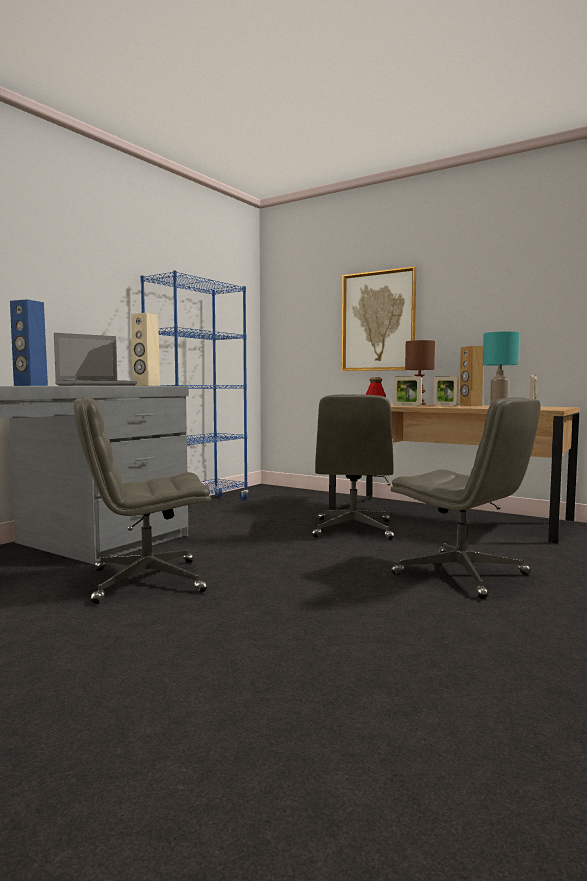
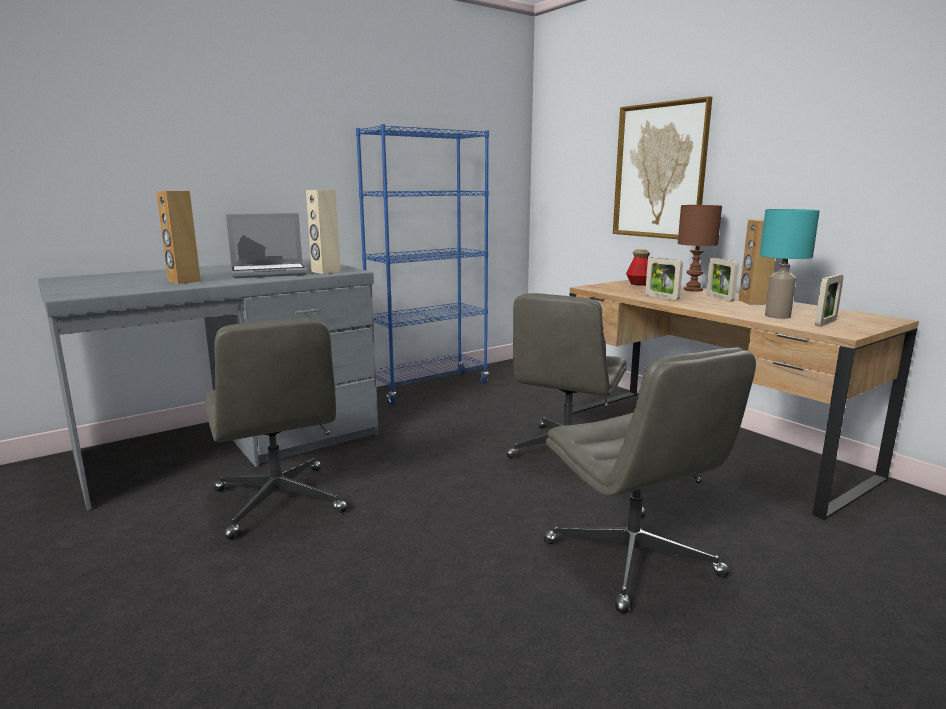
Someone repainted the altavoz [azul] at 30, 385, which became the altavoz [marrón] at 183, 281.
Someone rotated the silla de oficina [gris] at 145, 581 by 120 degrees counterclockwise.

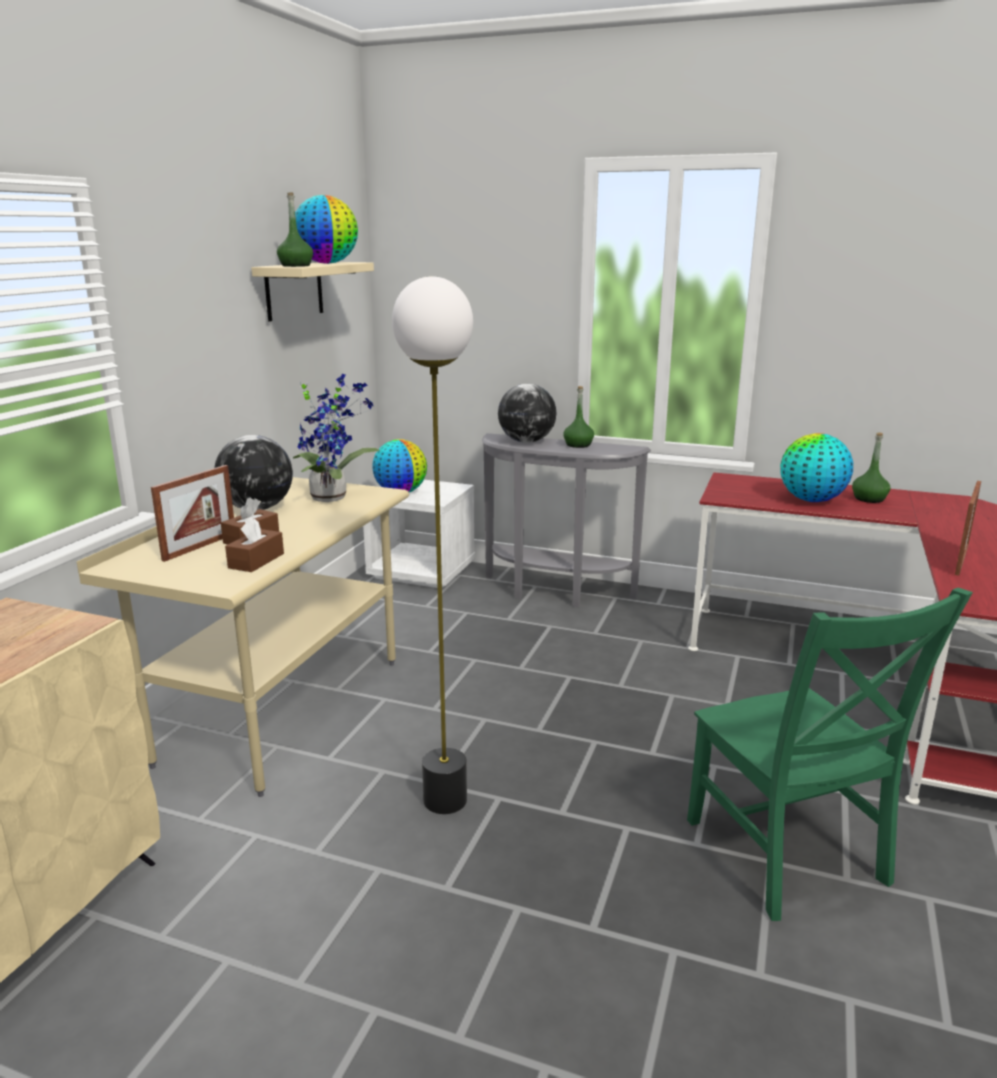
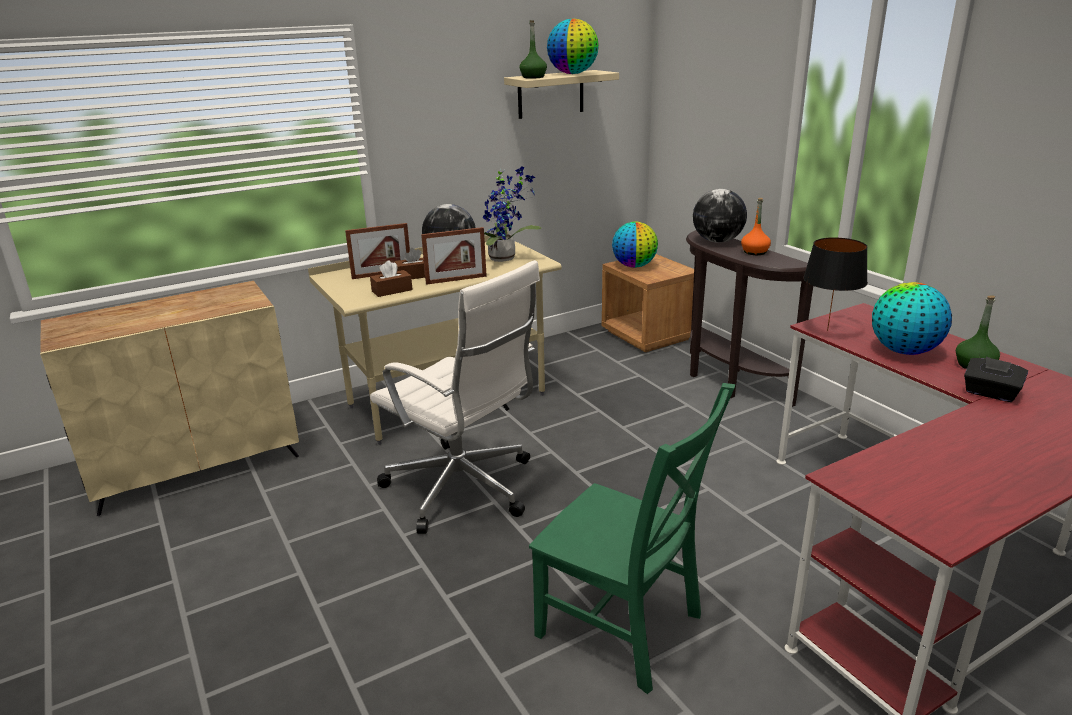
Someone put down the lámpara de mesa [negro] at 826, 330.
Someone put down the caja de pañuelos [negro] at 990, 393.
Someone carried the portarretratos from 961, 560 to 456, 280.
Someone swapped the lámpara de pie at 445, 800 for the silla de oficina [blanco] at 463, 489.
Someone repainted the mesita de noche [blanco] at 422, 571, which became the mesita de noche [marrón] at 648, 335.
Someone repainted the mesa consola [gris] at 554, 593, which became the mesa consola [marrón] at 726, 381.
Someone repainted the botella [verde] at 578, 445, which became the botella [naranja] at 755, 252.
Someone rotated the silla [verde] at 789, 857 by 75 degrees counterclockwise.

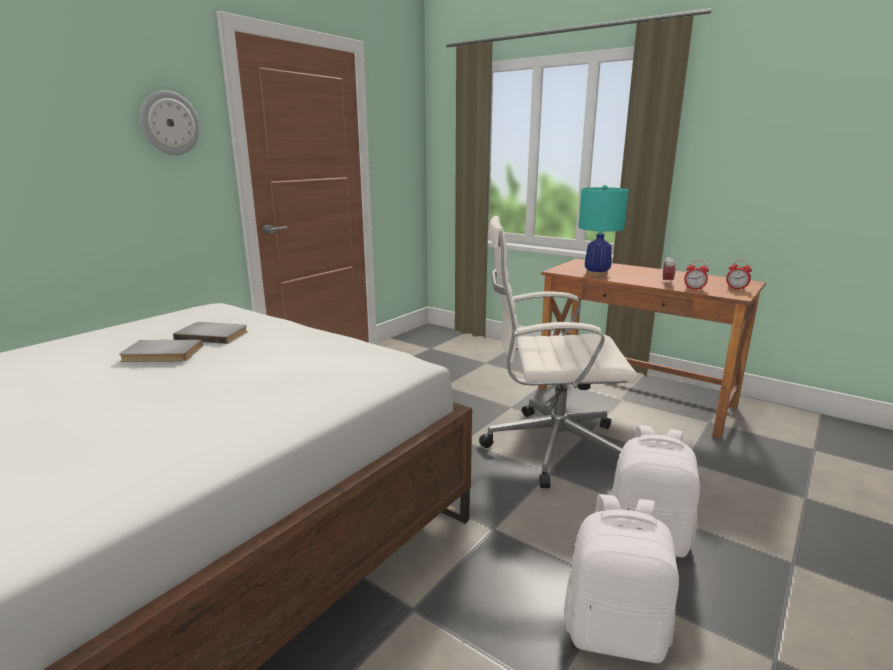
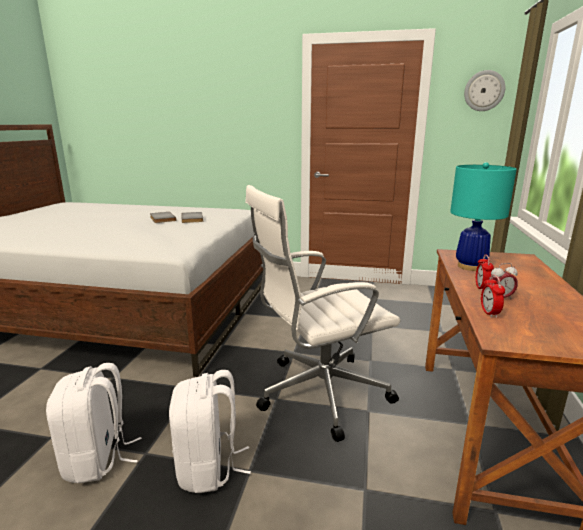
Someone carried the reloj de pared from 169, 123 to 484, 91.
Someone carried the despertador from 736, 288 to 481, 288.
Someone rotated the silla de oficina [blanco] at 550, 446 by 90 degrees counterclockwise.

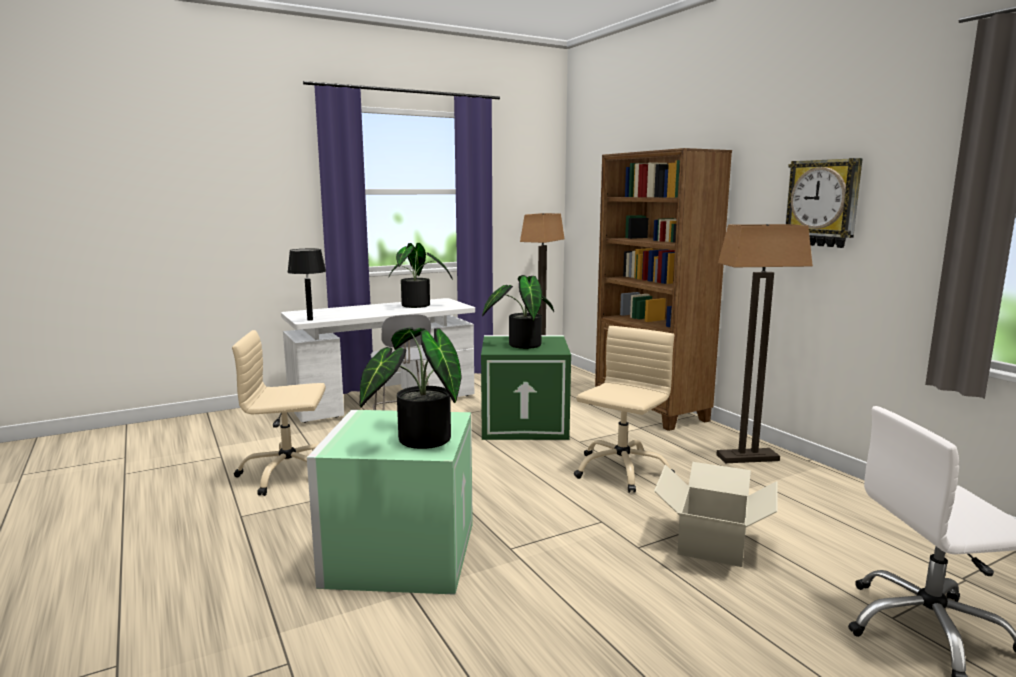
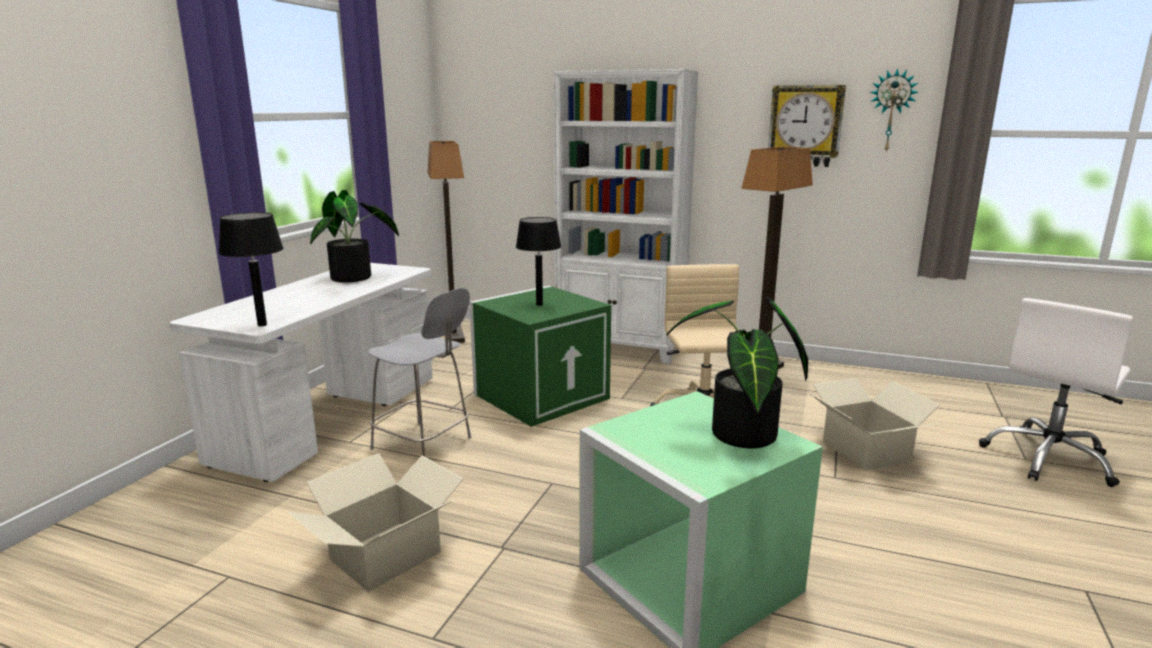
Someone put up the reloj de pared at 891, 111.
Someone swapped the silla de oficina [beis] at 288, 473 for the caja de cartón at 384, 555.
Someone swapped the planta en maceta at 521, 345 for the lámpara de mesa [negro] at 539, 304.
Someone repainted the estantería [marrón] at 650, 410, which became the estantería [blanco] at 621, 348.

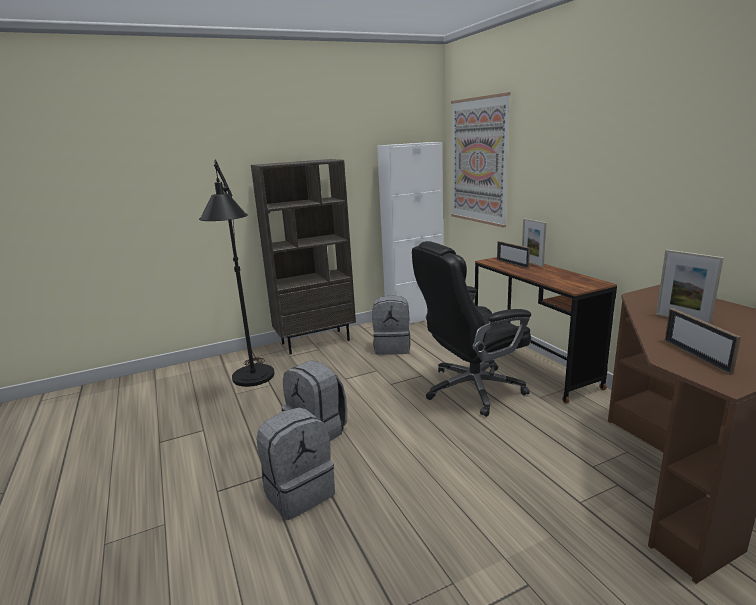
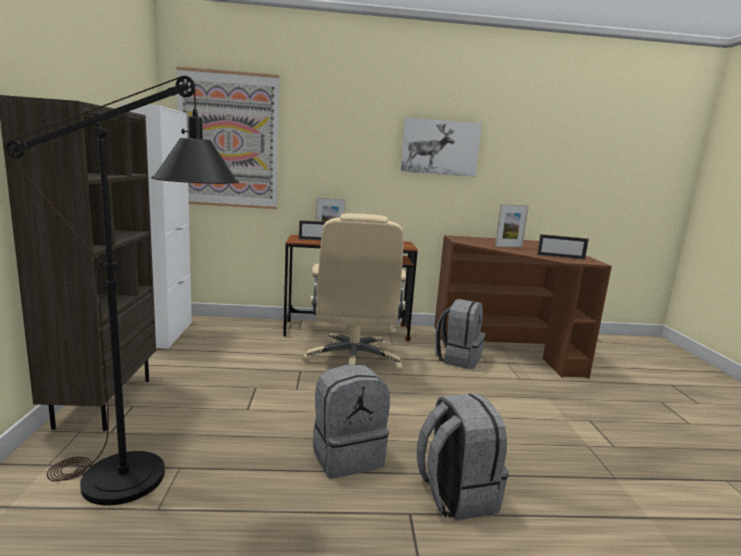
Someone put up the cuadro at 440, 147.
Someone carried the mochila [gris] from 392, 347 to 458, 358.
Someone repainted the silla de oficina [negro] at 471, 389, which became the silla de oficina [beis] at 353, 360.

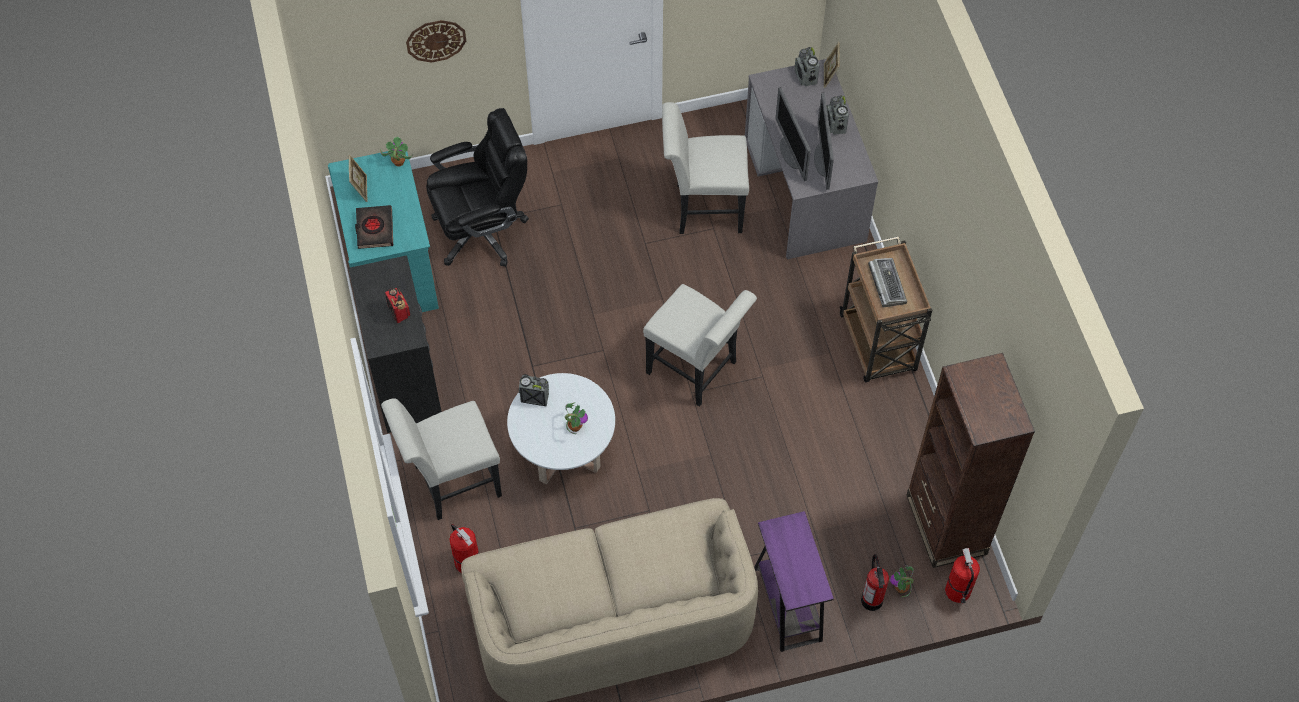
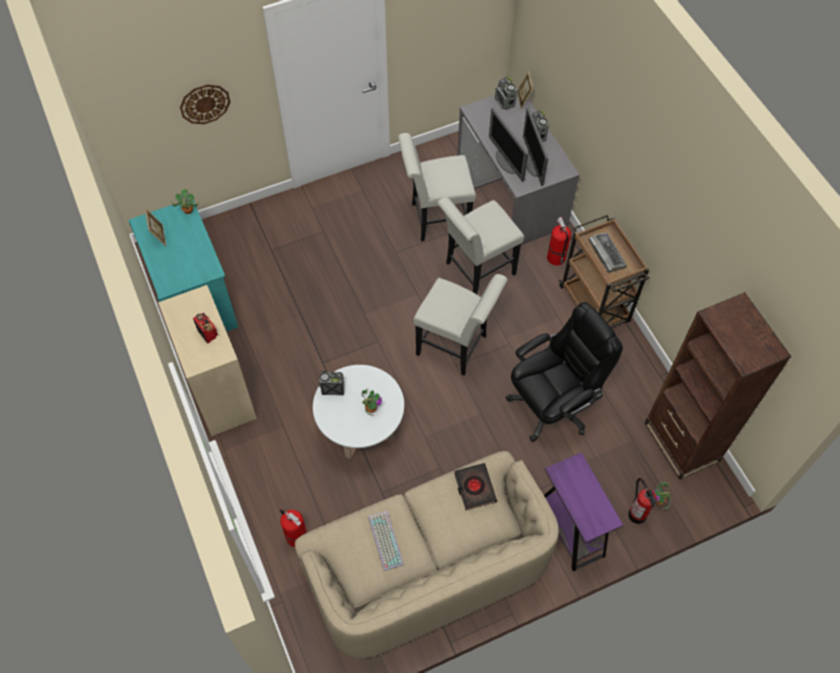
Someone put down the teclado at 384, 540.
Someone carried the libro [negro] from 374, 229 to 474, 488.
Someone carried the silla [blanco] from 451, 483 to 476, 270.
Someone carried the silla de oficina [negro] from 482, 230 to 552, 404.
Someone carried the extintor from 958, 592 to 556, 258.
Someone repainted the cómoda [negro] at 406, 383, which became the cómoda [beis] at 221, 392.

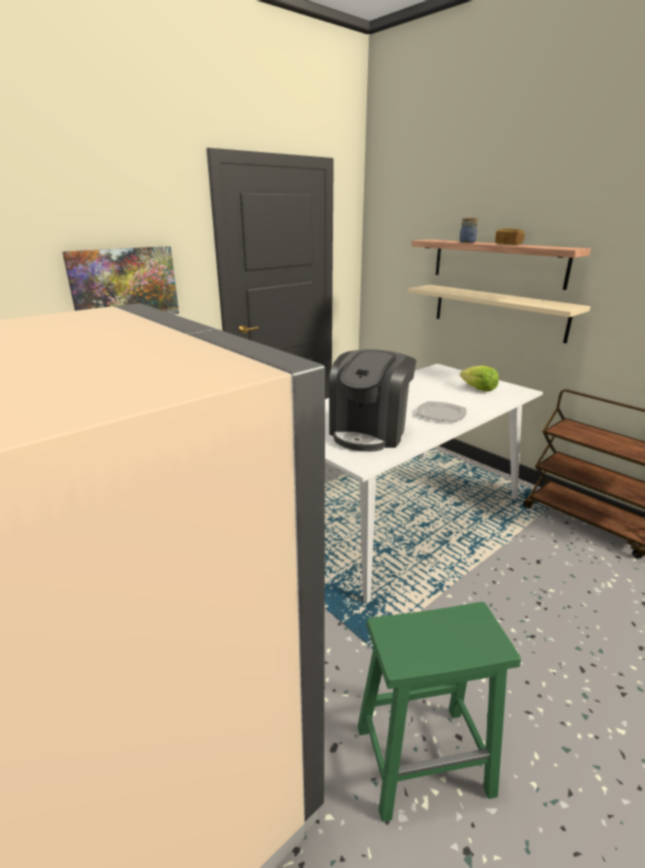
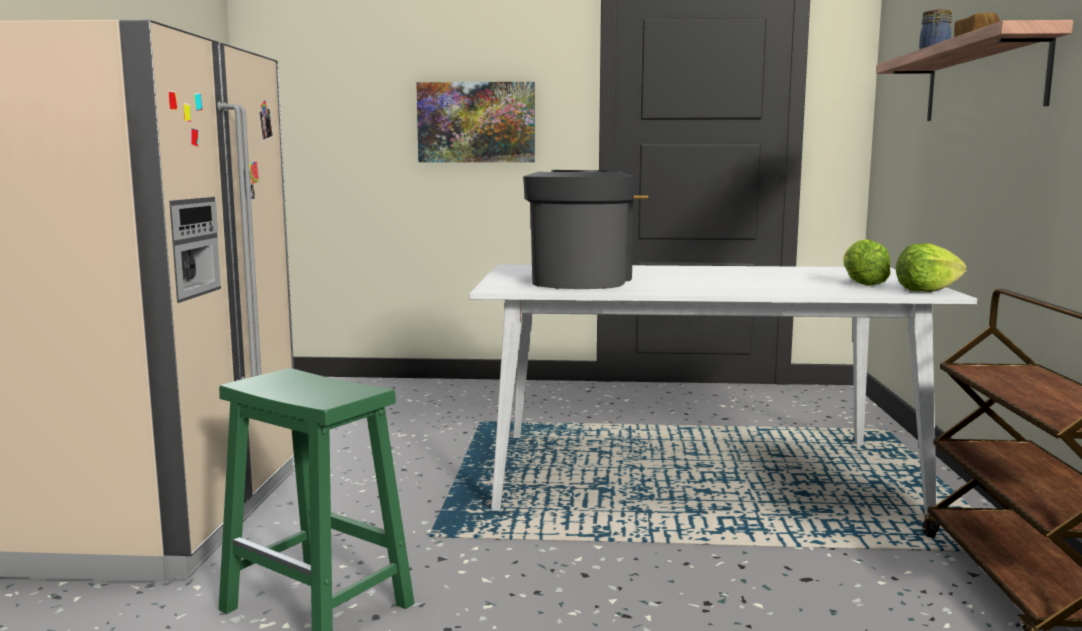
Someone took away the estante [beis] at 498, 312.
Someone took away the plato at 441, 413.
Someone put down the lechuga at 927, 290.
Someone rotated the cafetera at 369, 432 by 120 degrees clockwise.

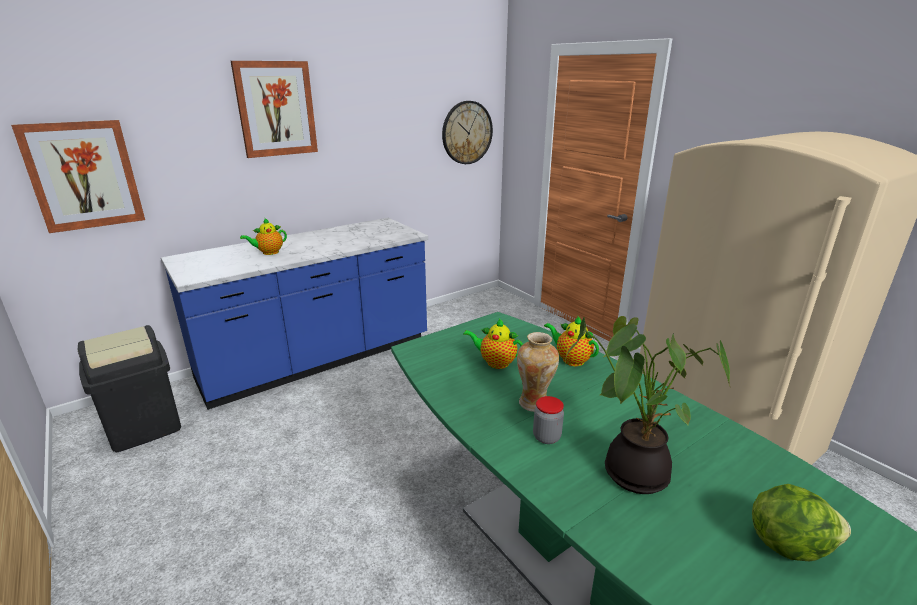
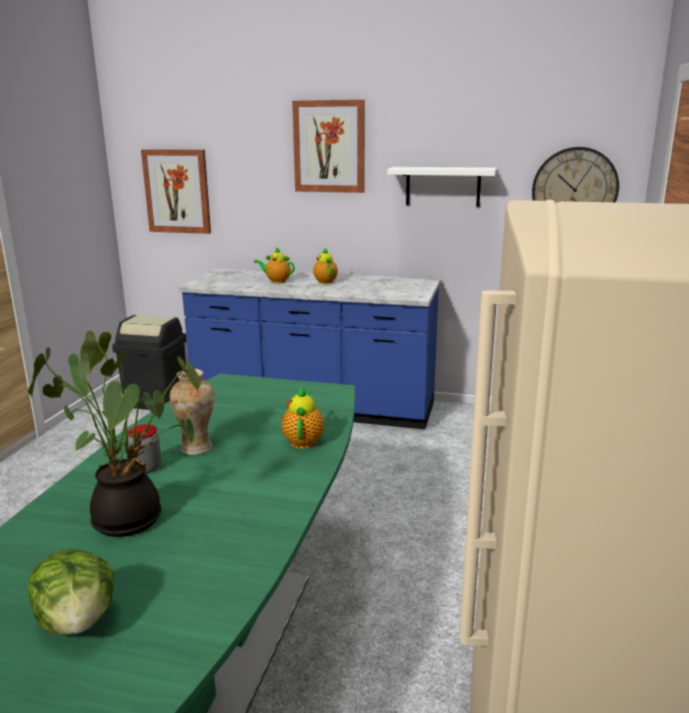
Someone put up the estante [blanco] at 443, 186.
Someone carried the tetera from 495, 362 to 325, 282.

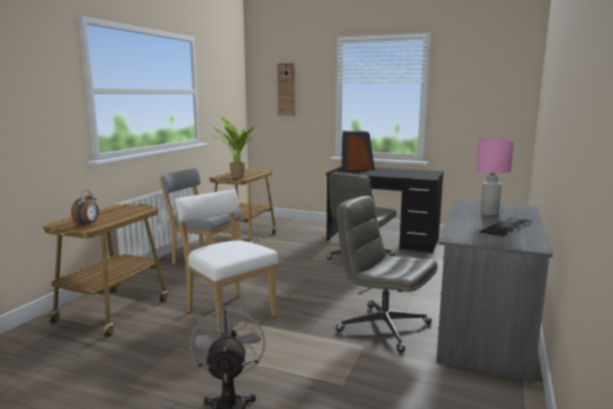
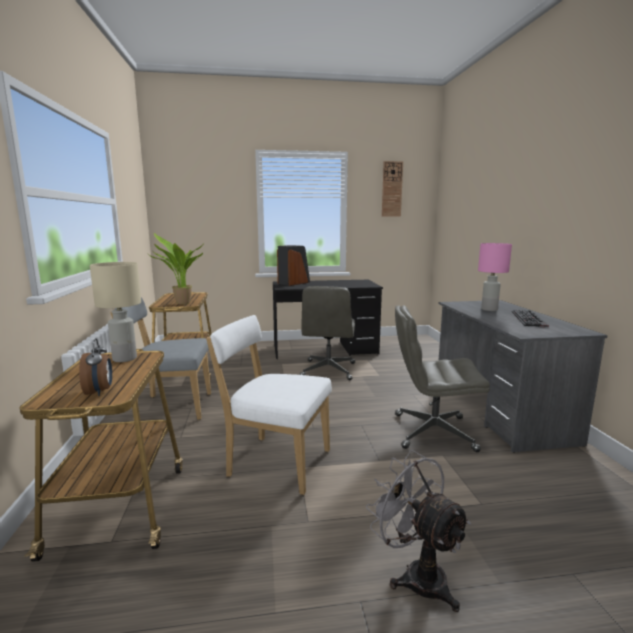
Someone put down the lámpara de mesa [beis] at 125, 359.
Someone carried the reloj de pared from 286, 89 to 392, 189.

